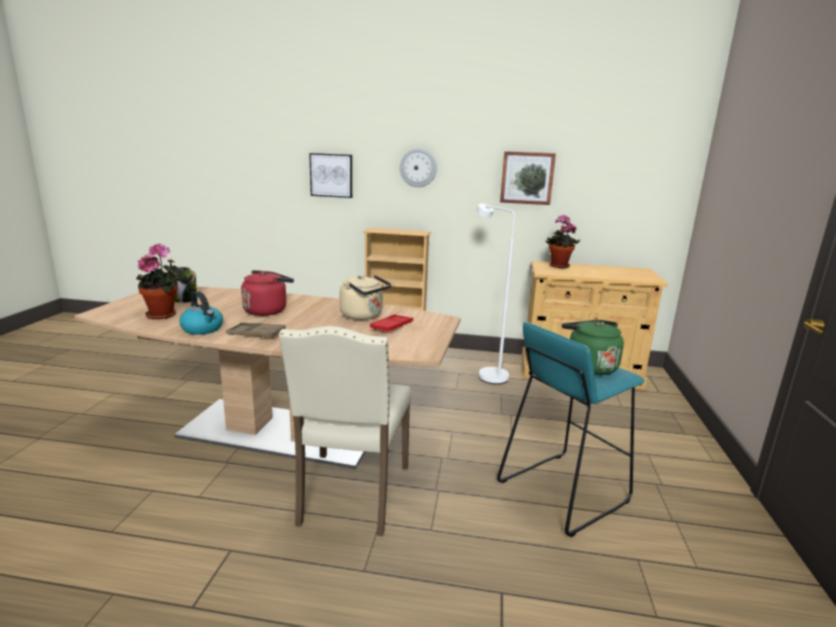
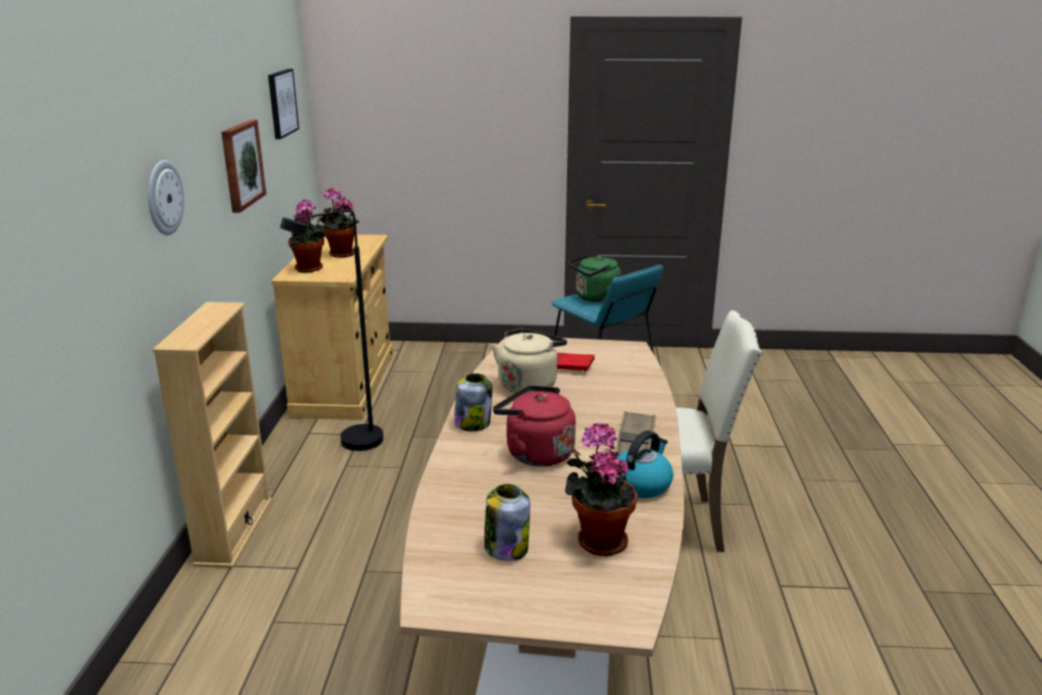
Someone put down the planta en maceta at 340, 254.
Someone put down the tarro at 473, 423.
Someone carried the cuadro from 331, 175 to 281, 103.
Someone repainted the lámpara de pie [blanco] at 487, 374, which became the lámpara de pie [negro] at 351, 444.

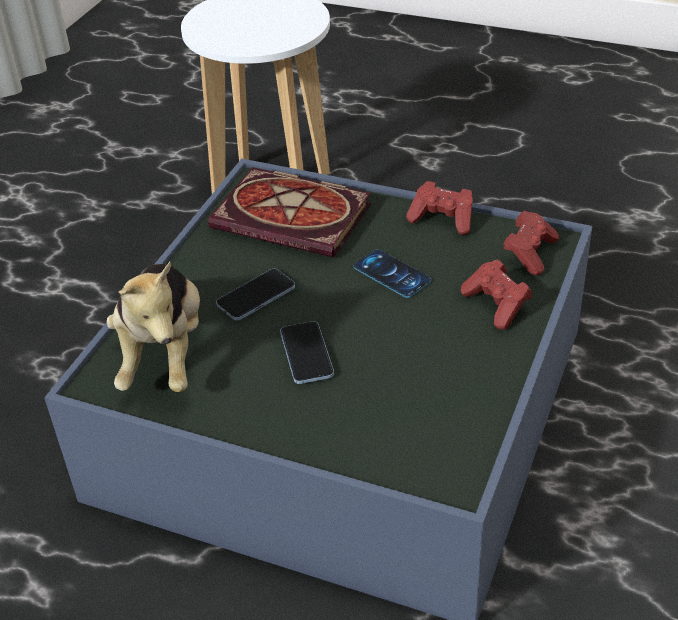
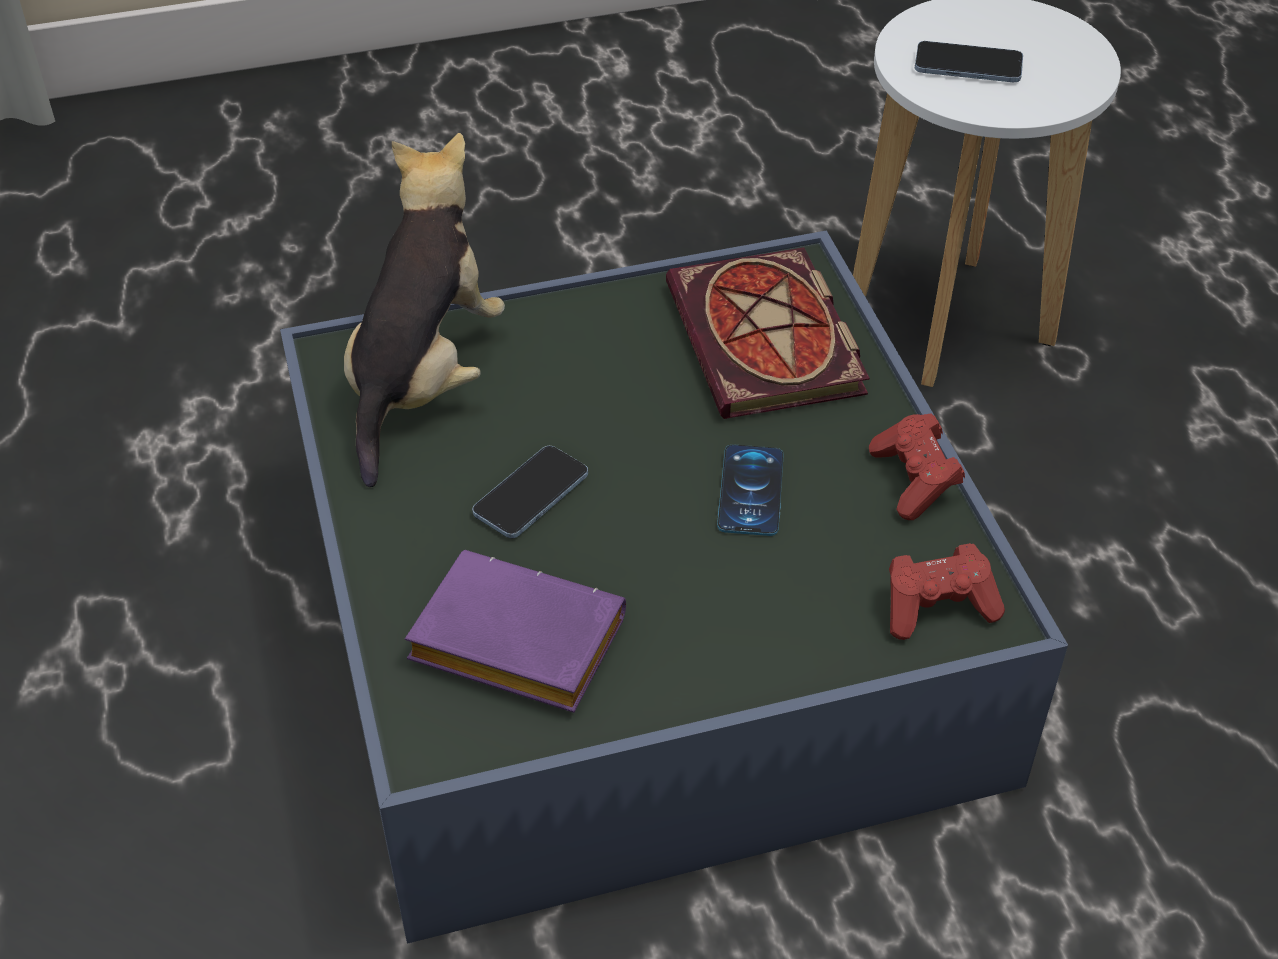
Someone took away the mando de consola [rojo] at 496, 305.
Someone put down the libro [morado] at 510, 644.
Someone carried the móvil from 256, 296 to 968, 65.
Someone rotated the peluche at 164, 355 by 150 degrees clockwise.

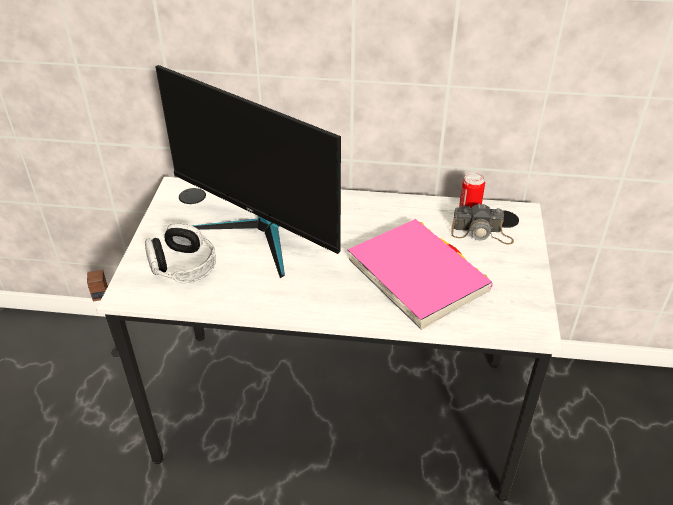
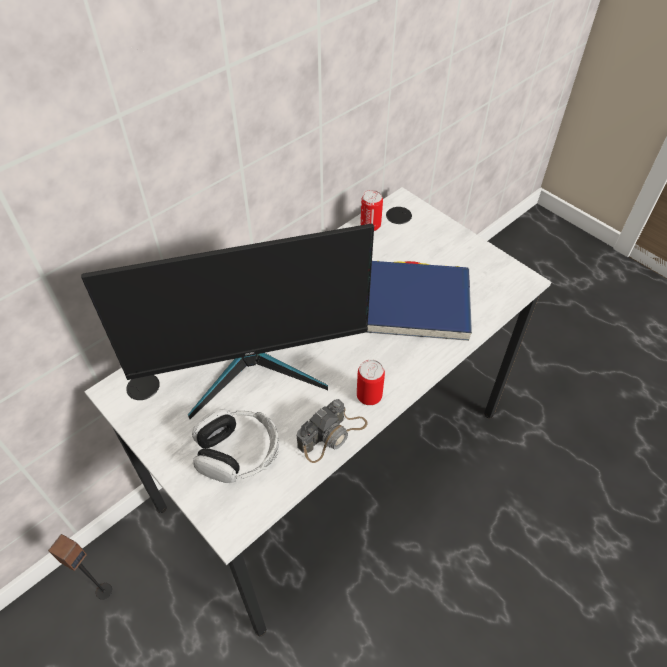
Someone put down the lata at 369, 396.
Someone carried the cámara from 481, 233 to 332, 435.
Someone repainted the libro [rosa] at 417, 276, which became the libro [azul] at 411, 303.

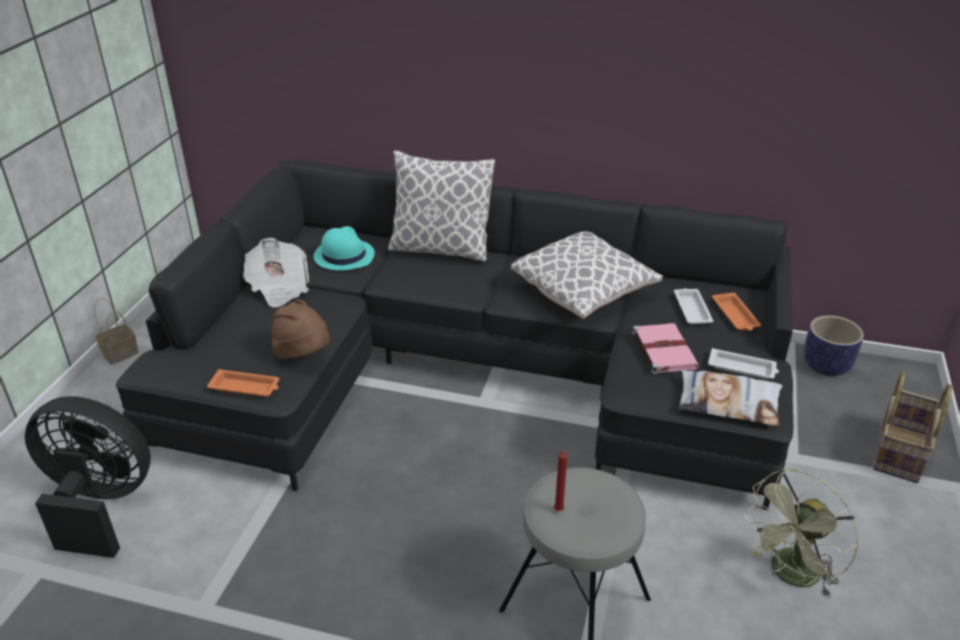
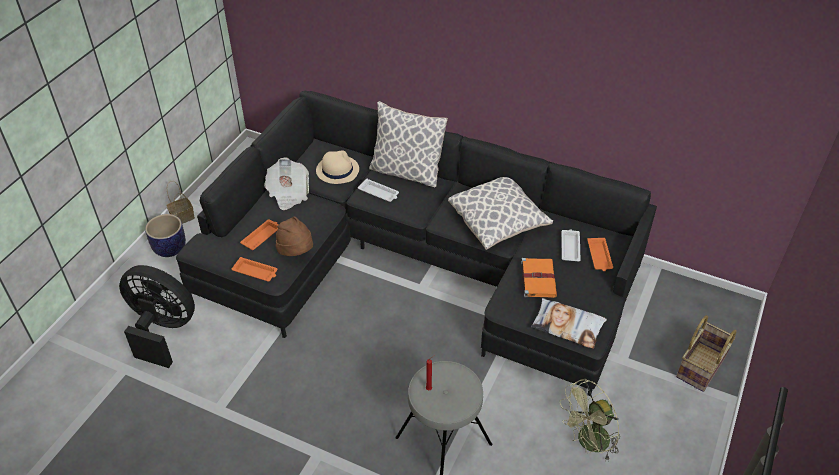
Someone put down the bandeja [naranja] at 262, 236.
Someone carried the bandeja [blanco] from 742, 368 to 379, 193.
Someone carried the maceta from 826, 365 to 170, 248.
Someone repainted the sombrero [turquesa] at 343, 255, which became the sombrero [beis] at 337, 170.
Someone repainted the libro [rosa] at 663, 350, which became the libro [naranja] at 538, 278.

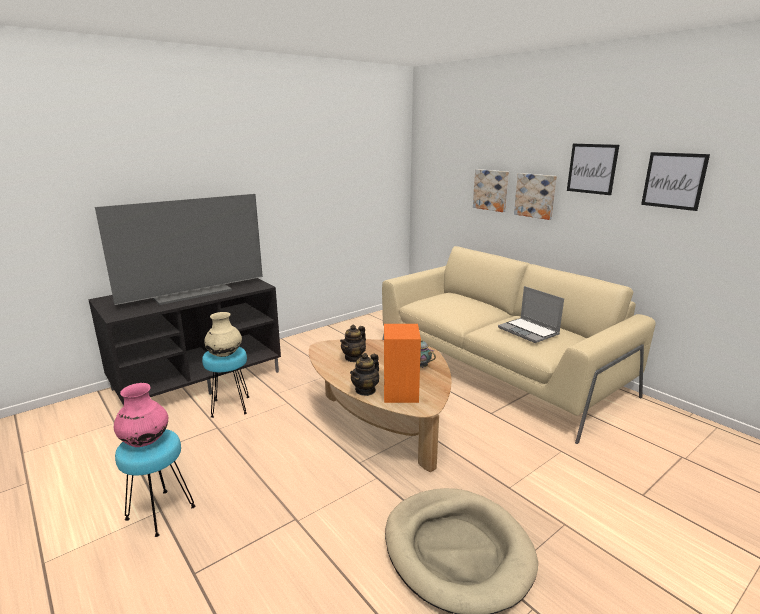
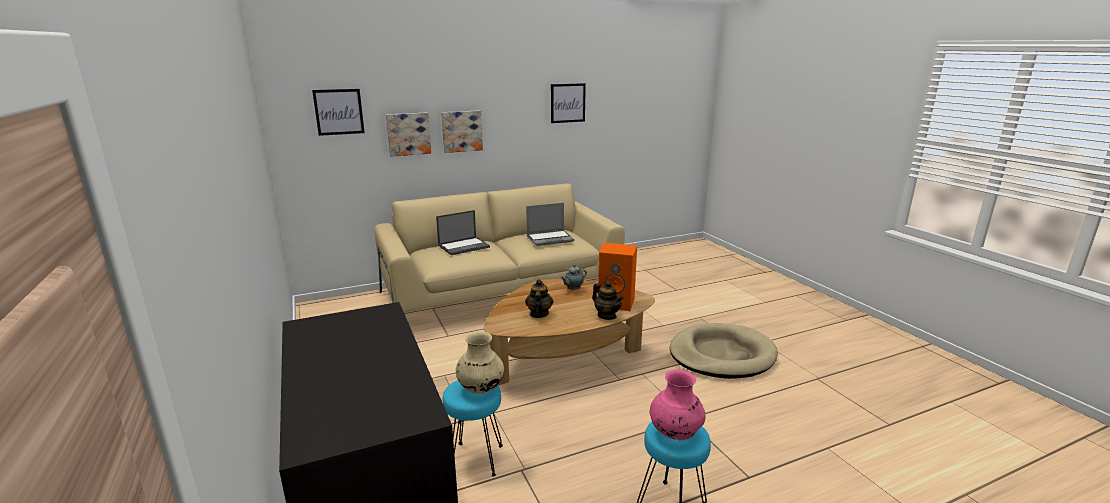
Someone took away the televisor at 192, 292.
Someone put down the portátil at 464, 246.
Someone carried the cuadro from 592, 168 to 339, 112.
Someone rotated the tetera at 354, 358 by 135 degrees counterclockwise.

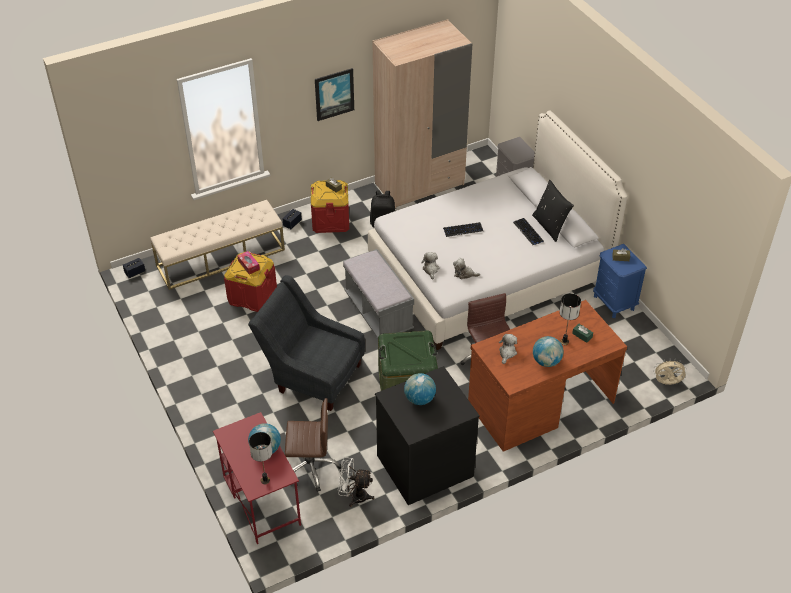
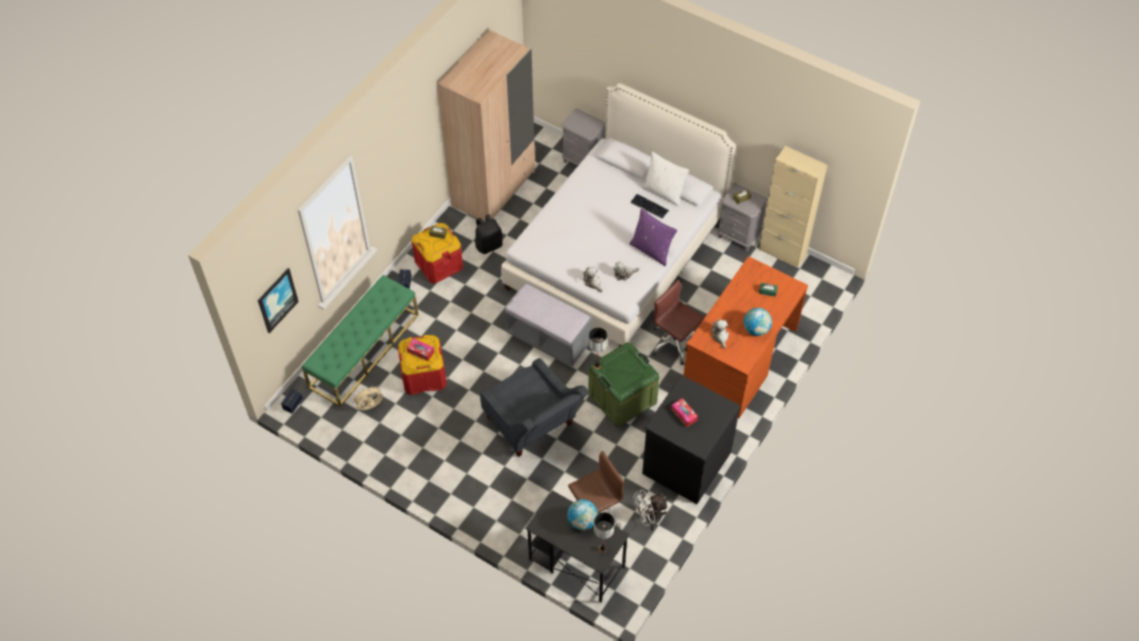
Someone took away the teclado at 463, 230.
Someone put down the cojín [morado] at 651, 250.
Someone put down the armario [beis] at 782, 252.
Someone carried the cuadro from 334, 94 to 277, 300.
Someone carried the lámpara de mesa from 564, 341 to 597, 366.
Someone carried the ventilador [beis] from 667, 383 to 370, 407.
Someone swapped the globo terráqueo at 419, 399 for the caja de pañuelos at 684, 414.
Someone repainted the banco [beis] at 221, 257, which became the banco [verde] at 364, 350.
Someone repainted the escritorio [rojo] at 261, 500, which became the escritorio [negro] at 576, 563.
Someone repainted the cojín [negro] at 550, 226, which became the cojín [blanco] at 663, 192.
Someone repainted the mesita de noche [azul] at 614, 303, which became the mesita de noche [gris] at 738, 236.
Someone rotated the sillón [gris] at 311, 375 by 120 degrees counterclockwise.

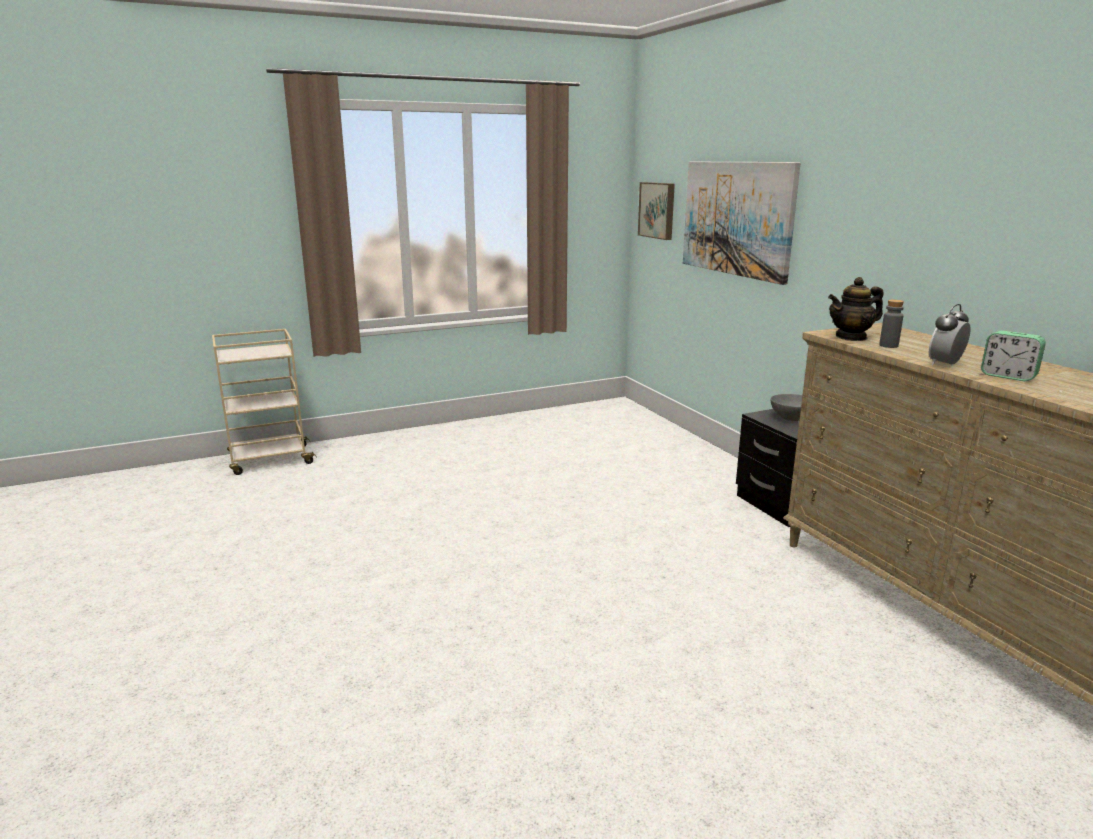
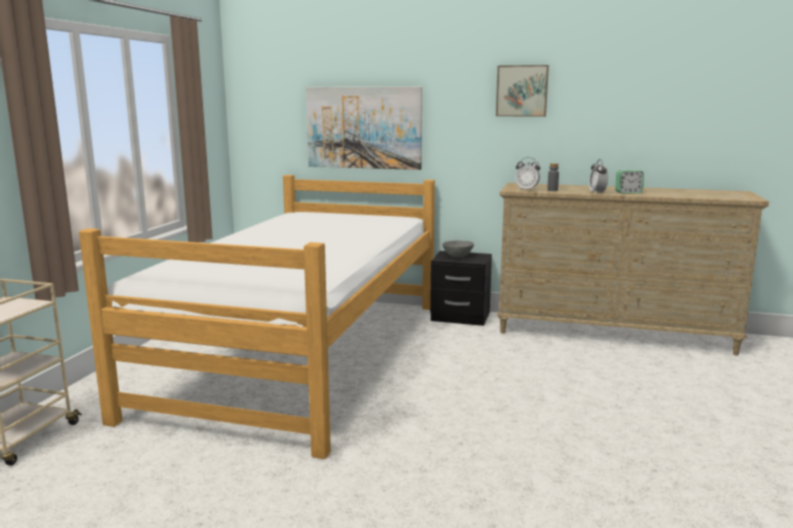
Someone put down the cama at 304, 353.
Someone carried the cuadro from 658, 210 to 522, 91.
Someone swapped the tetera at 851, 337 for the despertador at 527, 190.

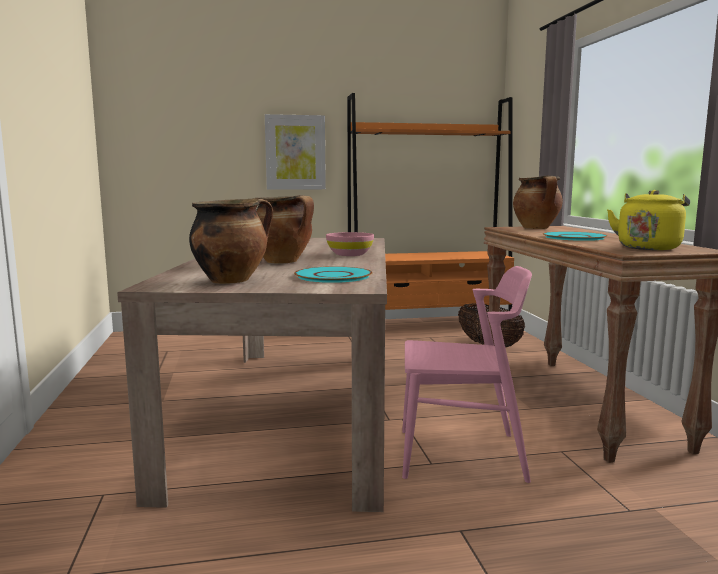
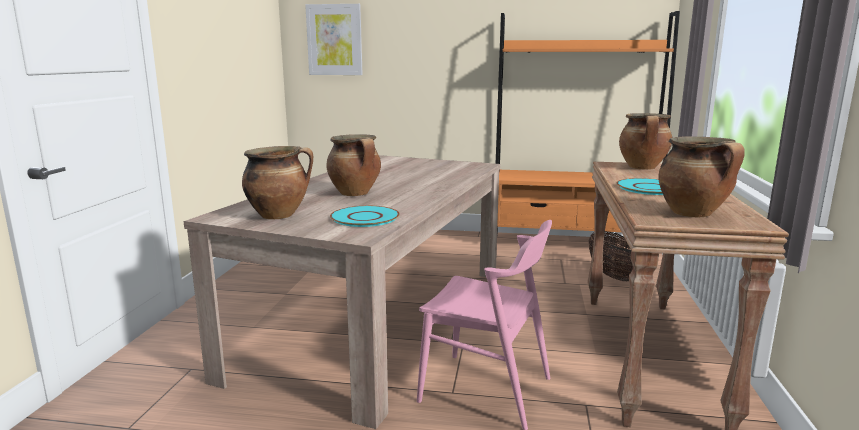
Someone took away the cuenco [rosa] at 349, 254.
Someone carried the cuadro from 295, 152 to 334, 40.
Someone swapped the hervidor [amarillo] at 648, 247 for the olla at 694, 214.

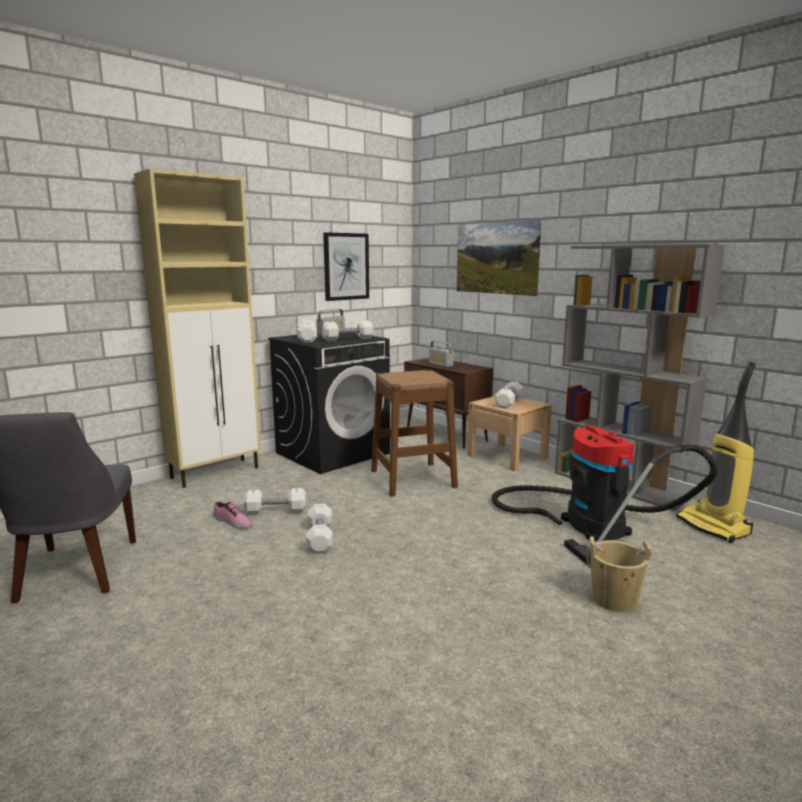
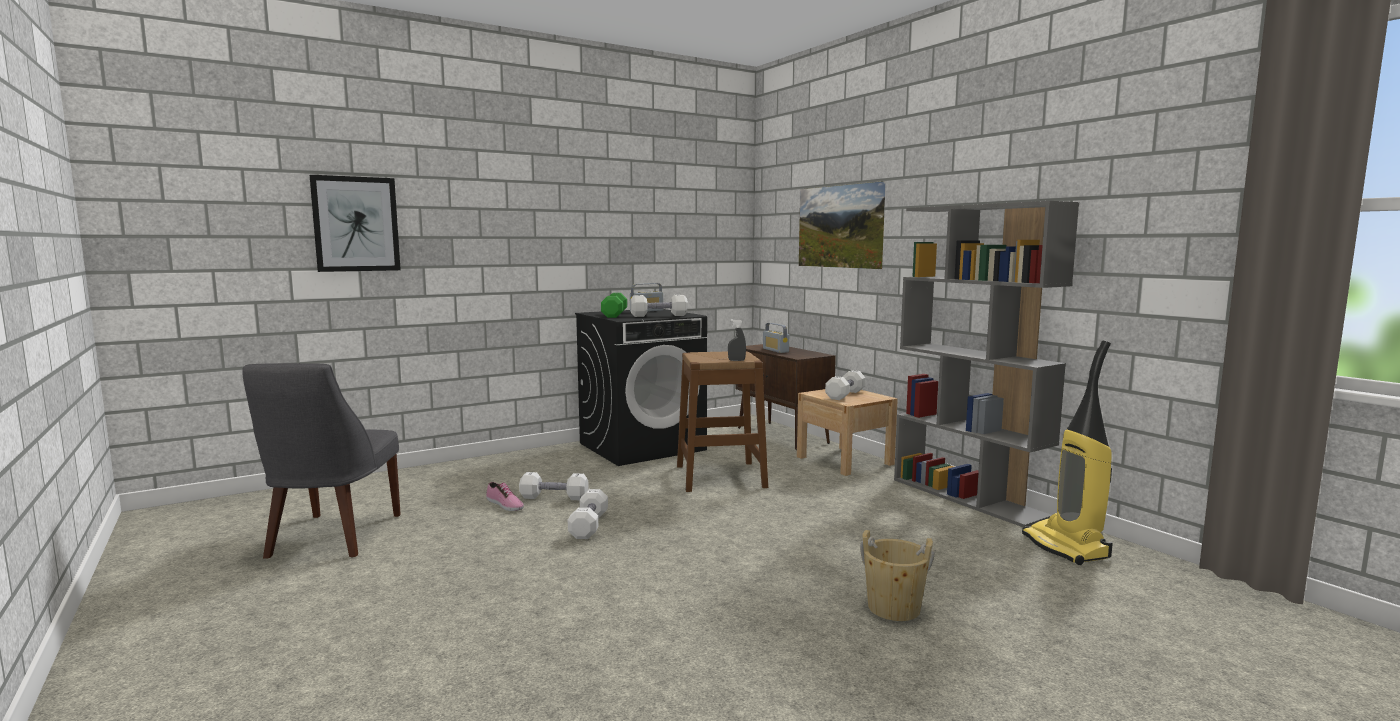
Someone took away the armario [beis] at 216, 472.
Someone took away the aspiradora at 588, 523.
Someone put down the pulverizador [gris] at 736, 360.
Someone carried the cuadro from 346, 266 to 356, 224.
Someone repainted the mancuerna [blanco] at 307, 339, which became the mancuerna [verde] at 614, 315.

